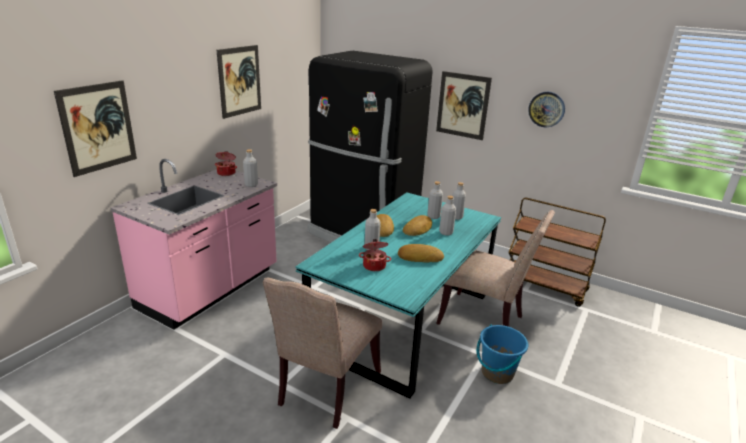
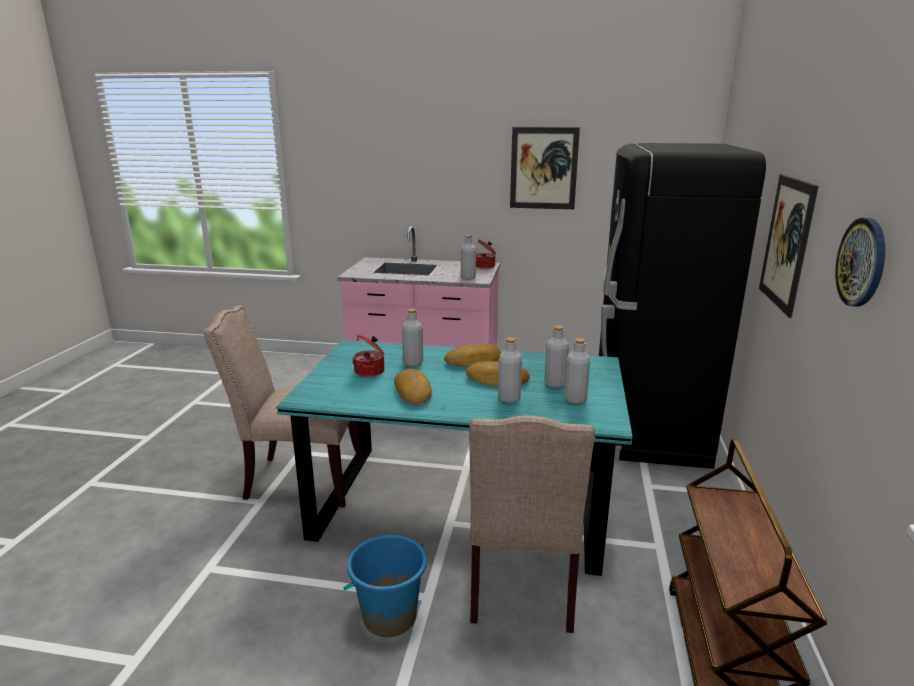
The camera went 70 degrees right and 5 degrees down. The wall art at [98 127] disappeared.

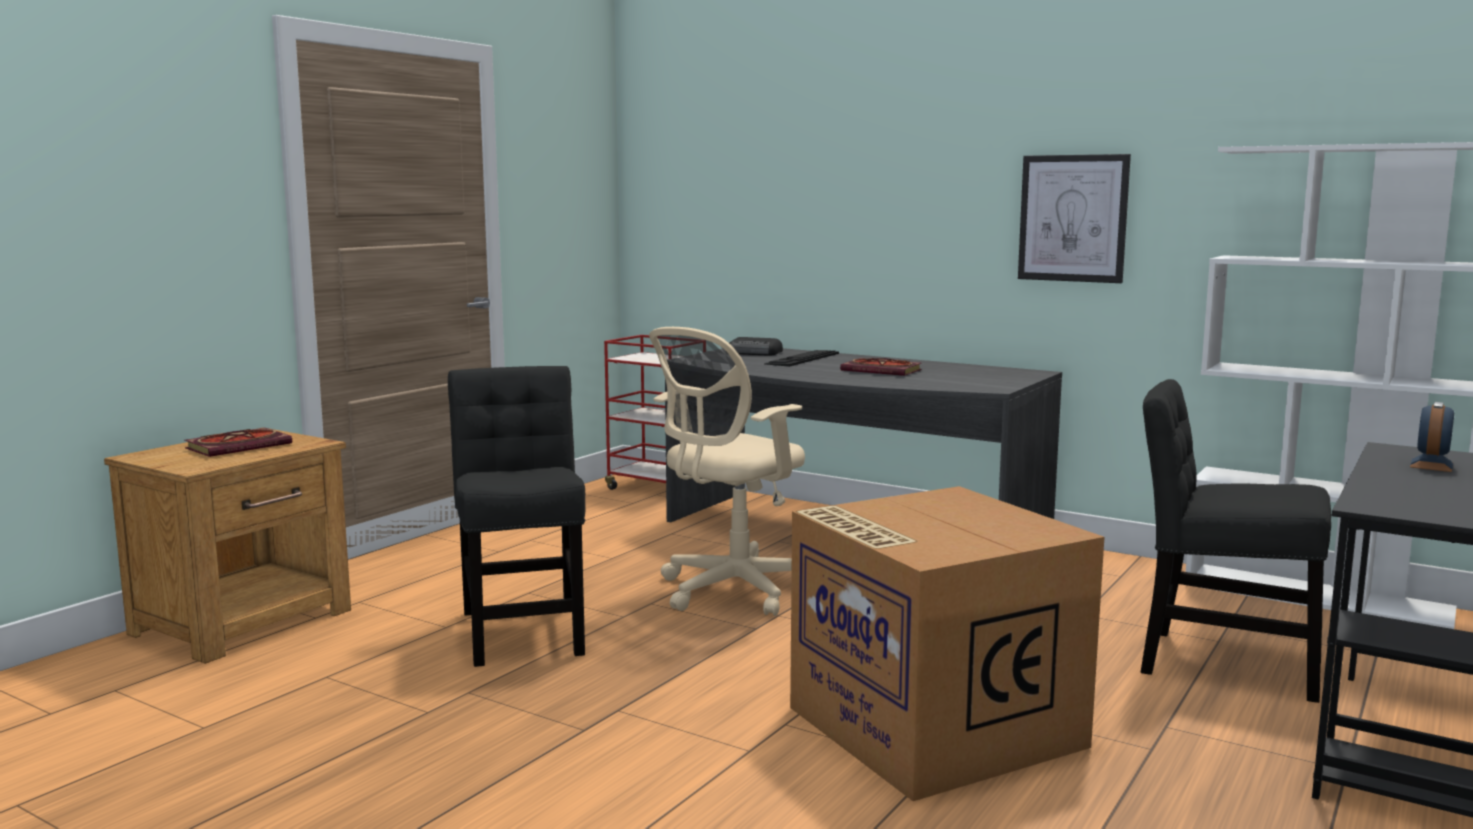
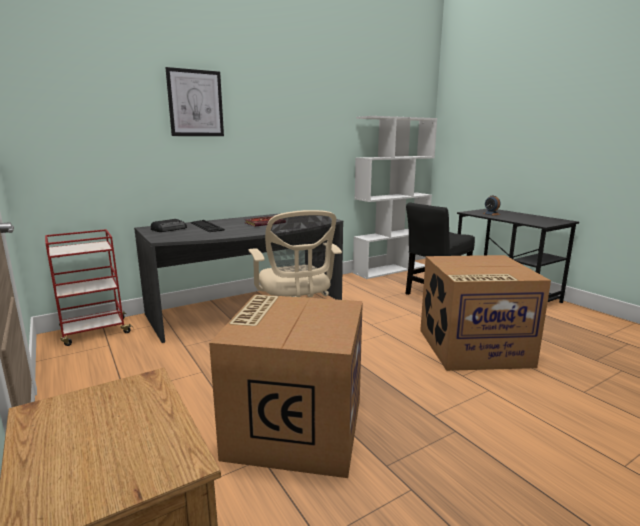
The camera went 65 degrees left and 5 degrees up. The wall art moved from [1073 218] to [195 103]. The black-coloured chair at [523 629] was replaced by the packing box at [295 425]. The volume at [240 446] disappeared.

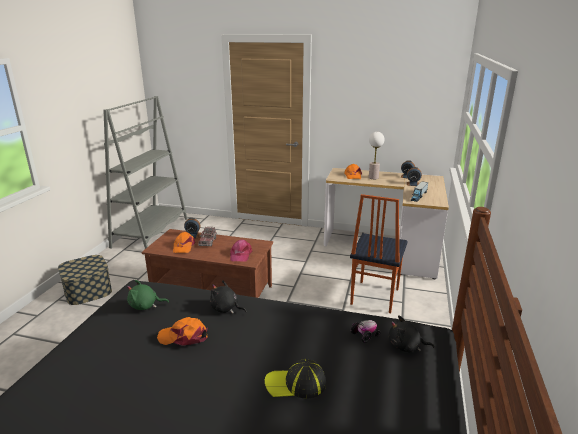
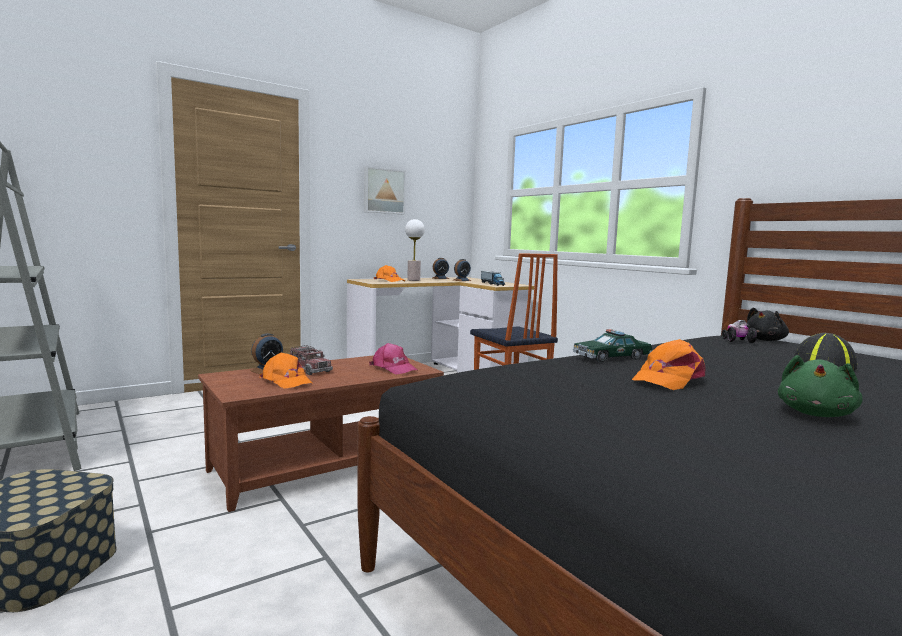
The camera went 50 degrees left and 15 degrees down. The wall art at [383 191] appeared. The black-coloured cuddly toy at [226 309] was replaced by the model car at [612 358]. The green cuddly toy moved from [145 306] to [816 414].

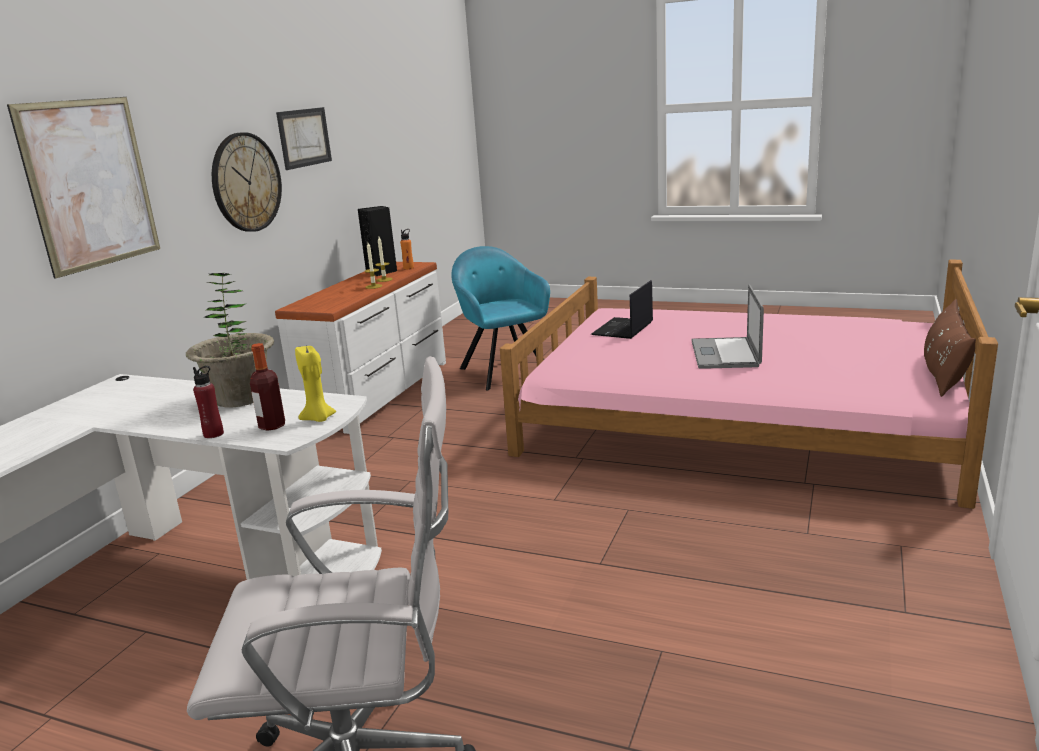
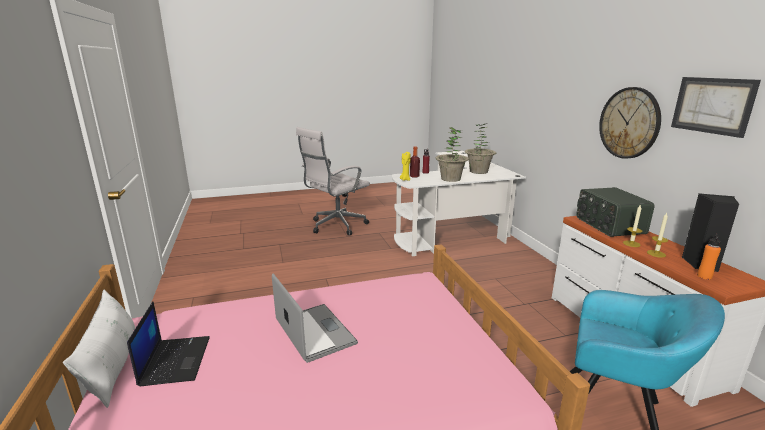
The camera went 140 degrees right and 0 degrees up. The brownish pillow at [943 373] became the whitish pillow at [113 364]. The notebook computer moved from [623 329] to [175 360]. The houseplant at [478 171] appeared. The radio at [608 225] appeared. The wall art at [90 184] disappeared.

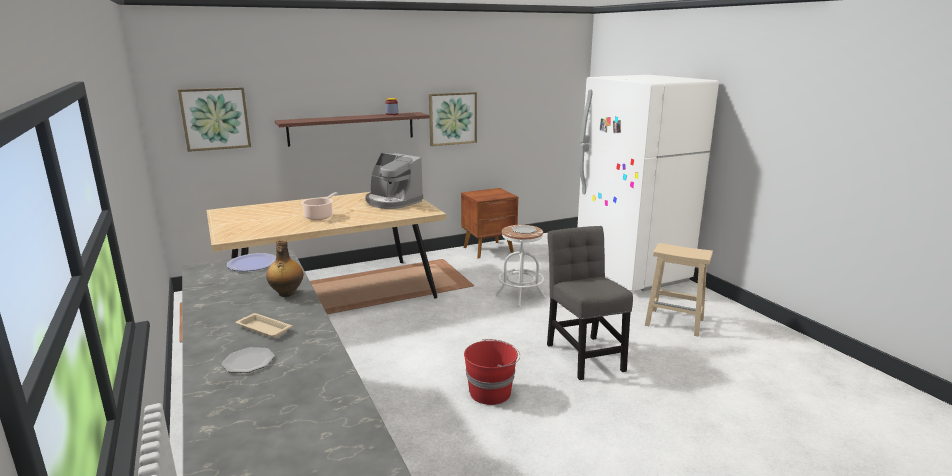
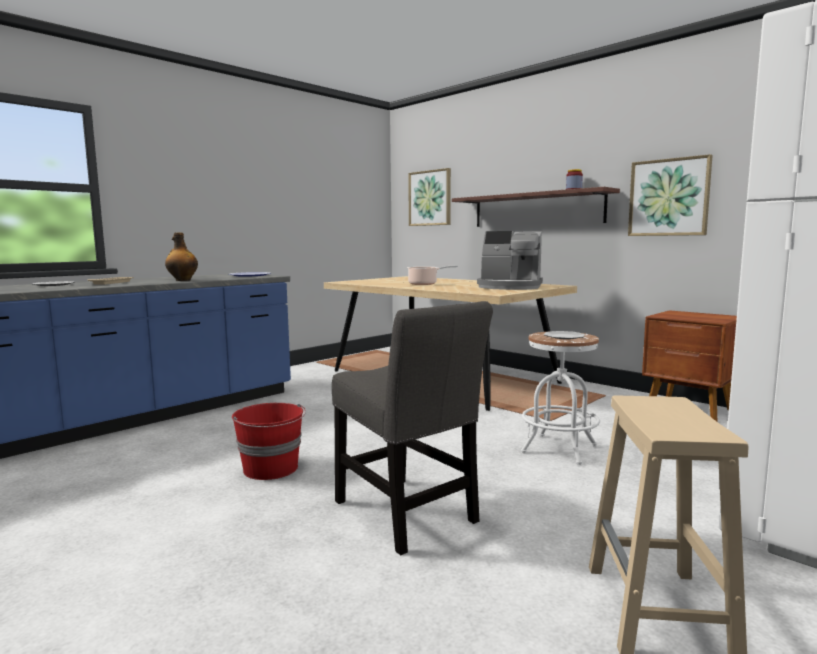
The camera went 70 degrees right and 10 degrees down. The grey chair at [583 355] turned 90 degrees clockwise. The coffee brewer at [392 202] turned 90 degrees counterclockwise.

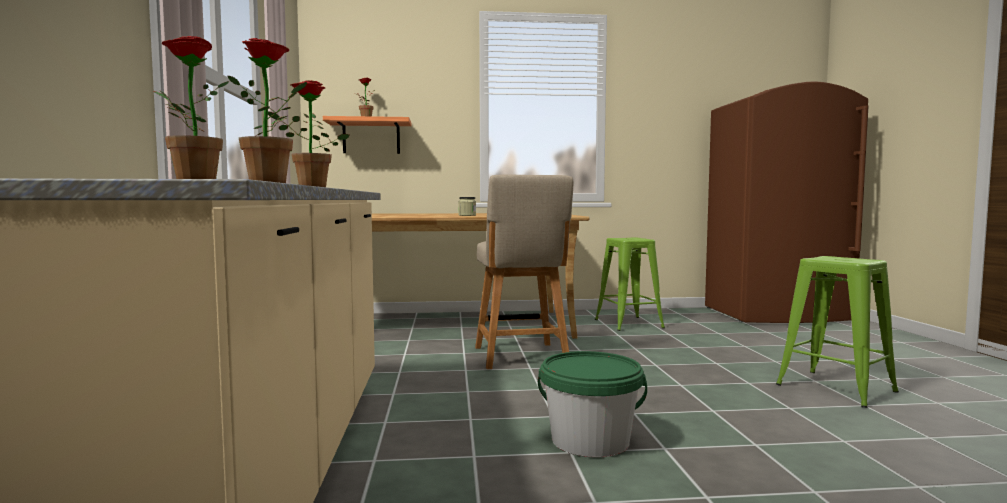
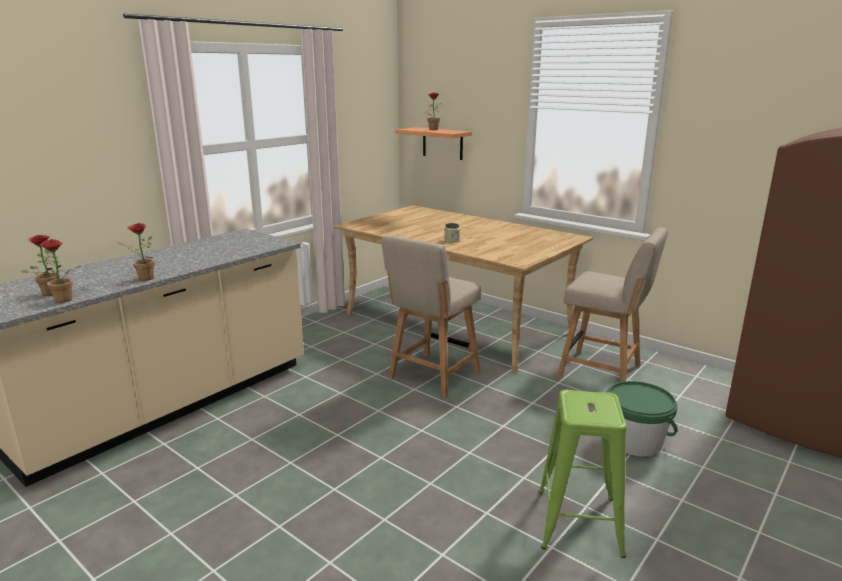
The camera went 45 degrees right and 15 degrees up. The green stool seat at [628 323] was replaced by the beige-coloured chair at [604 372]. The green water bucket moved from [590 441] to [635 442].

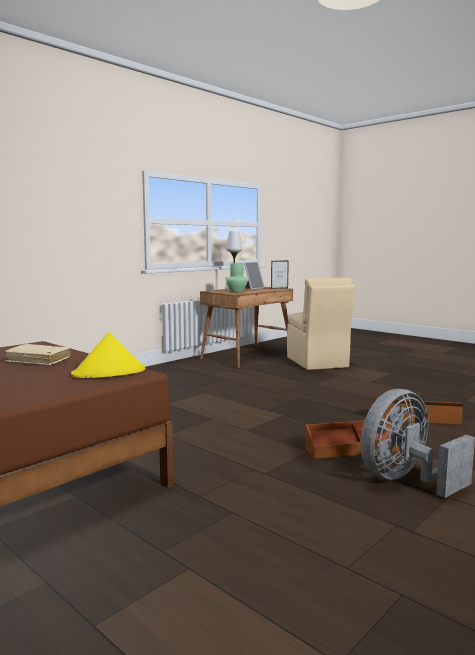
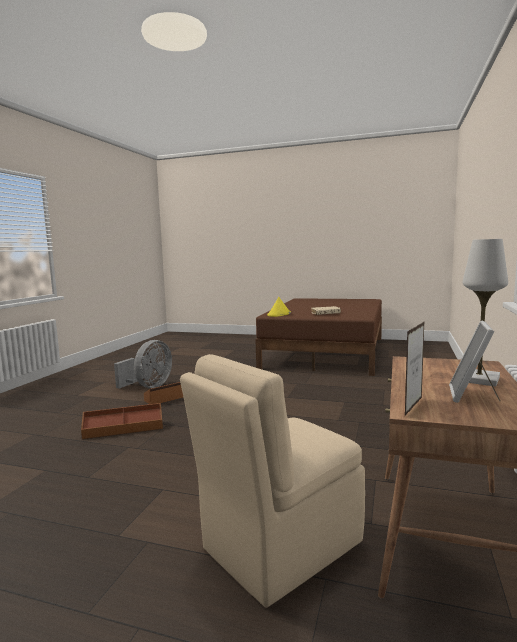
The camera went 155 degrees right and 0 degrees up. The beige-coloured chair at [317 363] turned 90 degrees counterclockwise. The green decorative vase at [236 291] disappeared.

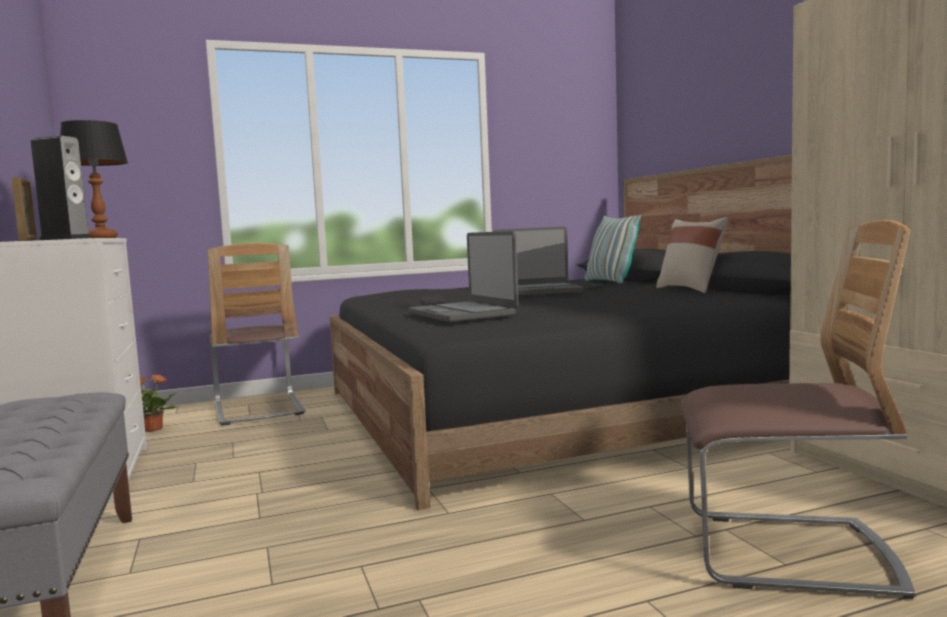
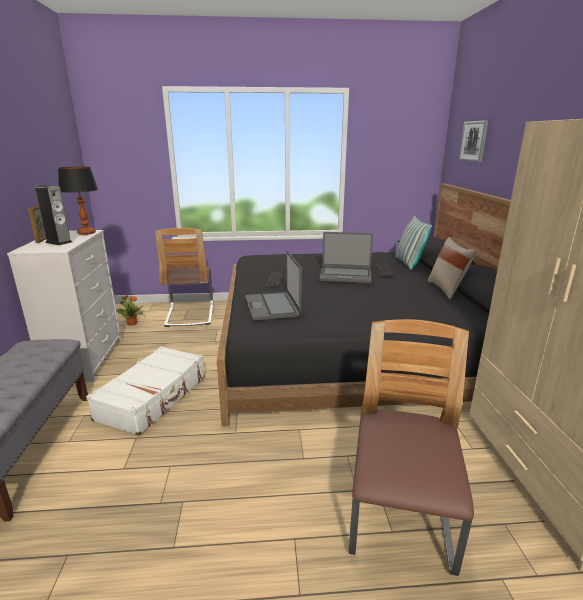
The camera went 15 degrees right and 15 degrees up. The whitish suitcase at [154 397] appeared. The chair at [787 553] turned 105 degrees counterclockwise. The wall art at [474 141] appeared.

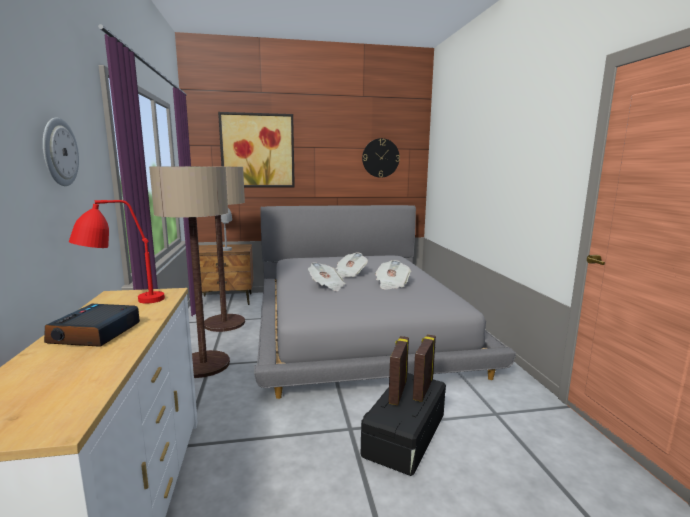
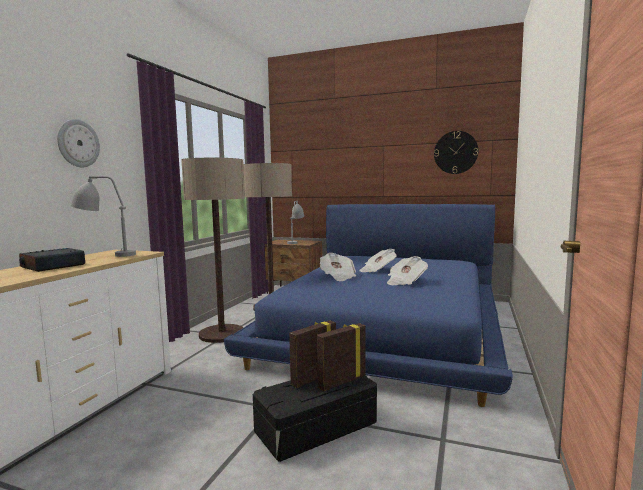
The camera went 30 degrees right and 5 degrees down. The red-coloured tabletop lamp at [121 303] became the grey tabletop lamp at [104 255]. The grey sleeping bed at [357 326] became the blue sleeping bed at [386 328]. The wall art at [257 151] disappeared.

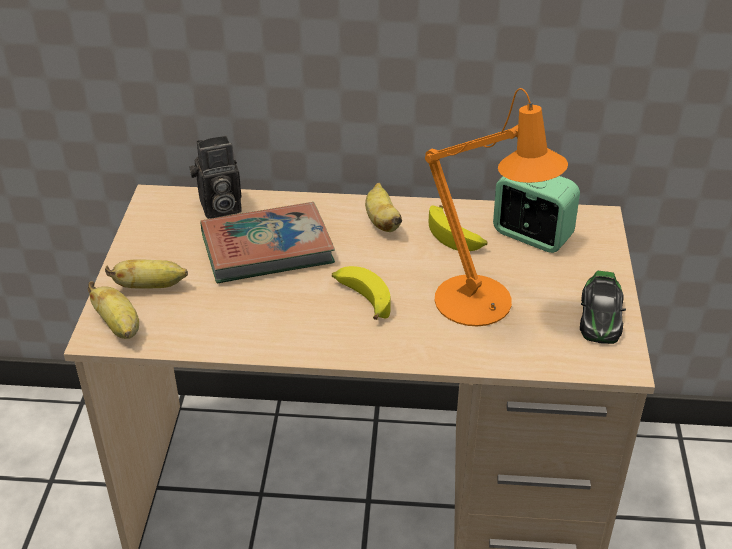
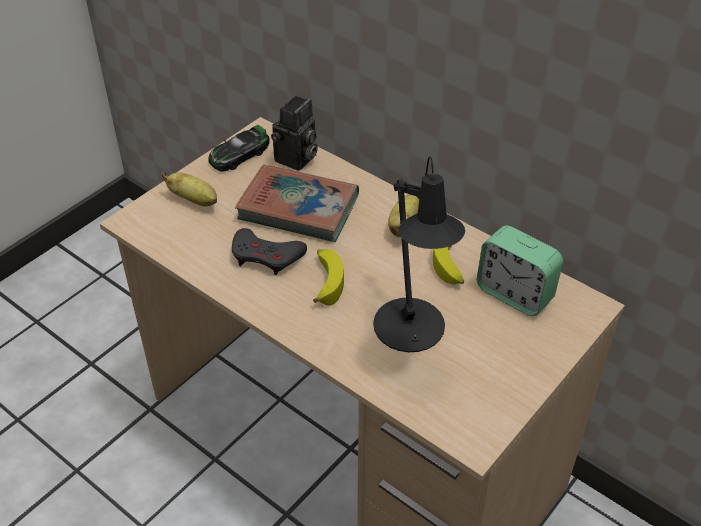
The camera went 35 degrees right and 5 degrees up. The model car moved from [600 315] to [239 154]. The grey joypad at [266 256] appeared. The still camera at [218 208] turned 75 degrees counterclockwise. The orange tabletop lamp at [482 306] became the black-coloured tabletop lamp at [411 333]. The alarm clock at [531 235] turned 150 degrees clockwise. The banana at [119 326] disappeared.

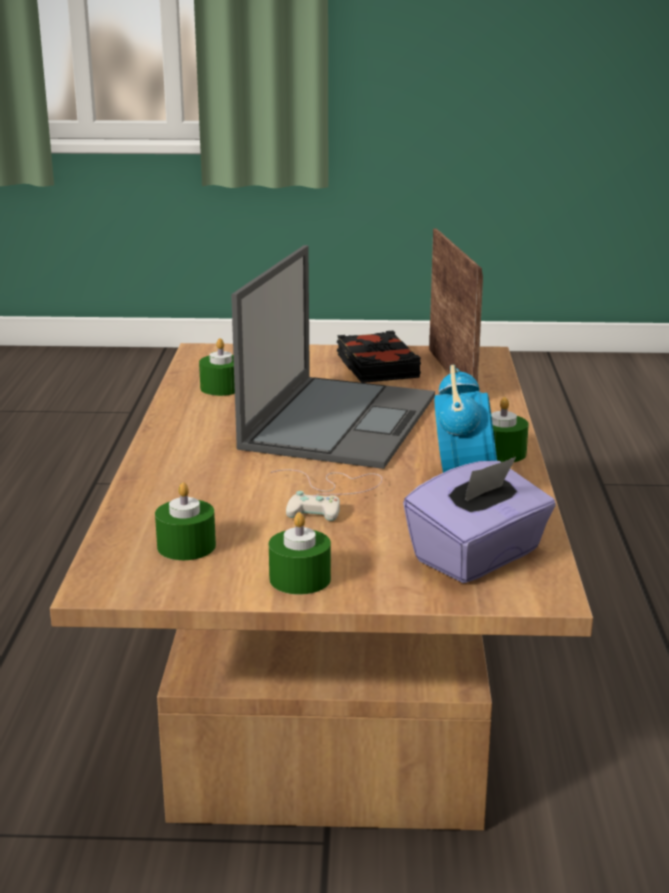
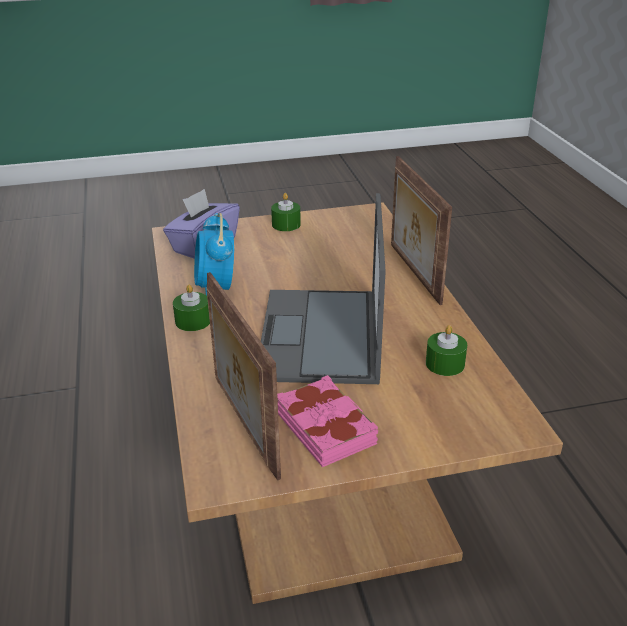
The camera went 165 degrees right and 10 degrees up. The black-coloured volume at [376 366] became the pink-coloured volume at [326 427]. The photo frame at [412 273] appeared. The green wax light at [186 546] disappeared. The whitish joypad at [330 495] disappeared.

